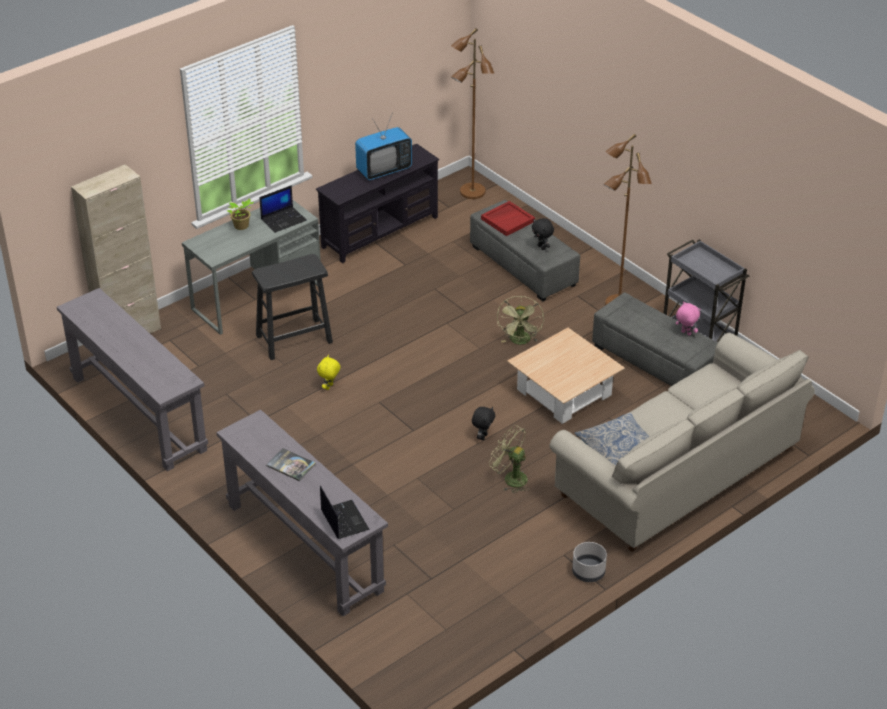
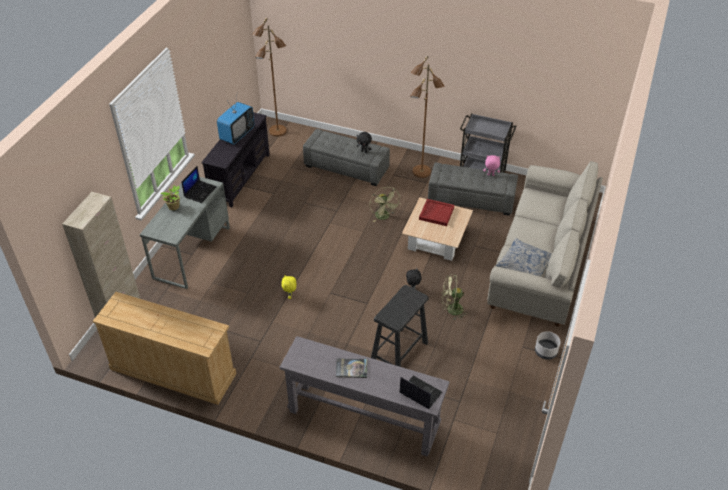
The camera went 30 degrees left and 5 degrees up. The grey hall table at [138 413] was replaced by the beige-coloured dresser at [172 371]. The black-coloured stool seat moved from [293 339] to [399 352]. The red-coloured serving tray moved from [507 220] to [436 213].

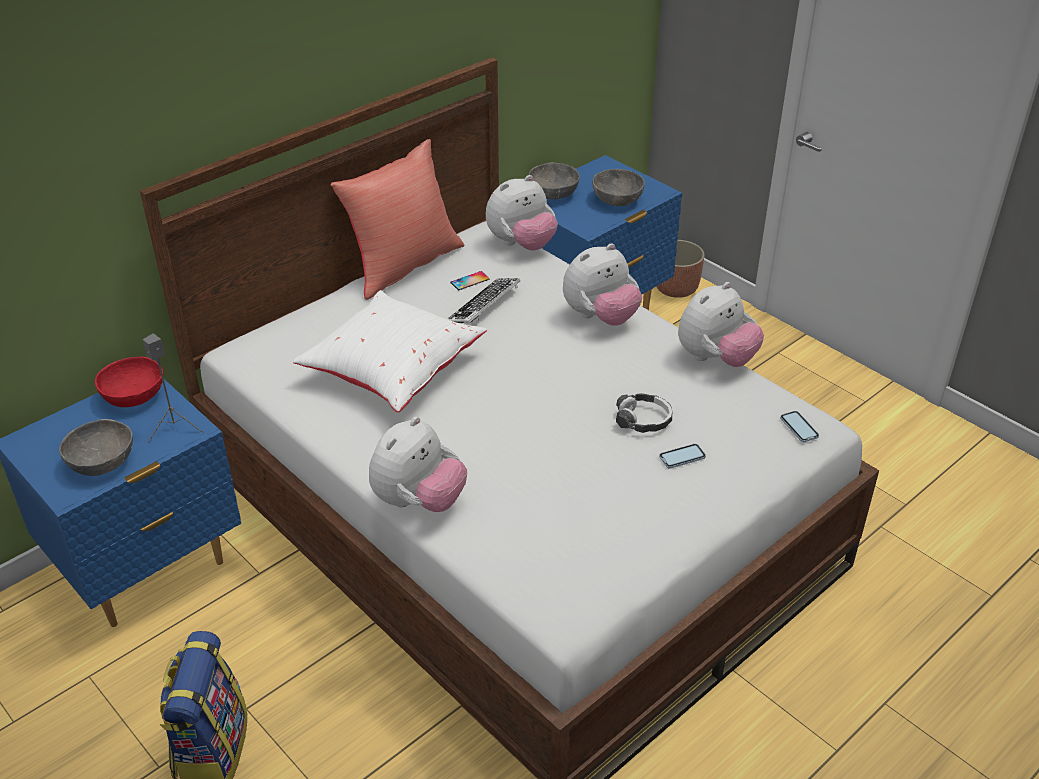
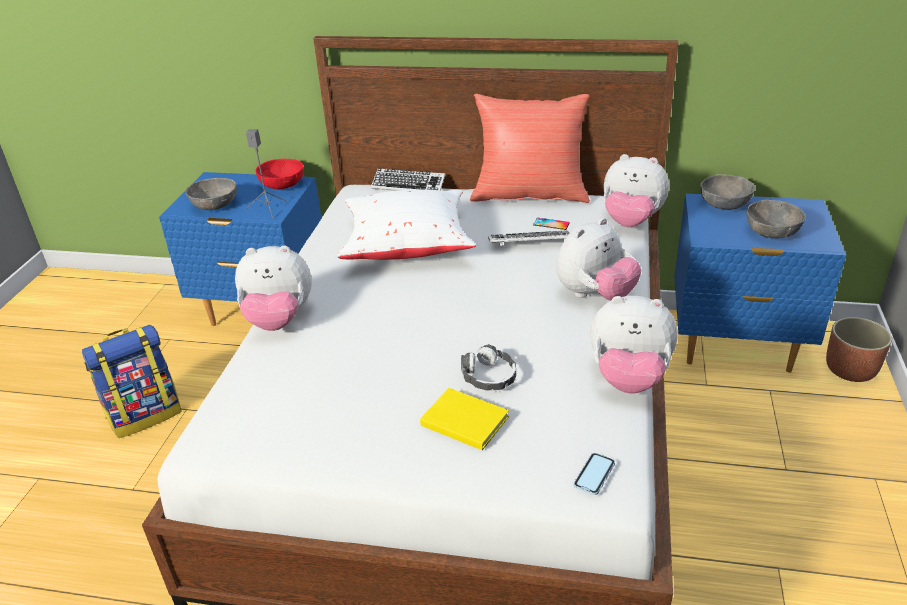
The camera went 55 degrees right and 5 degrees down. The keyboard at [408 185] appeared. The handset at [682 457] was replaced by the yellow-coloured volume at [463 419]. The cuddly toy at [600 317] turned 60 degrees counterclockwise.

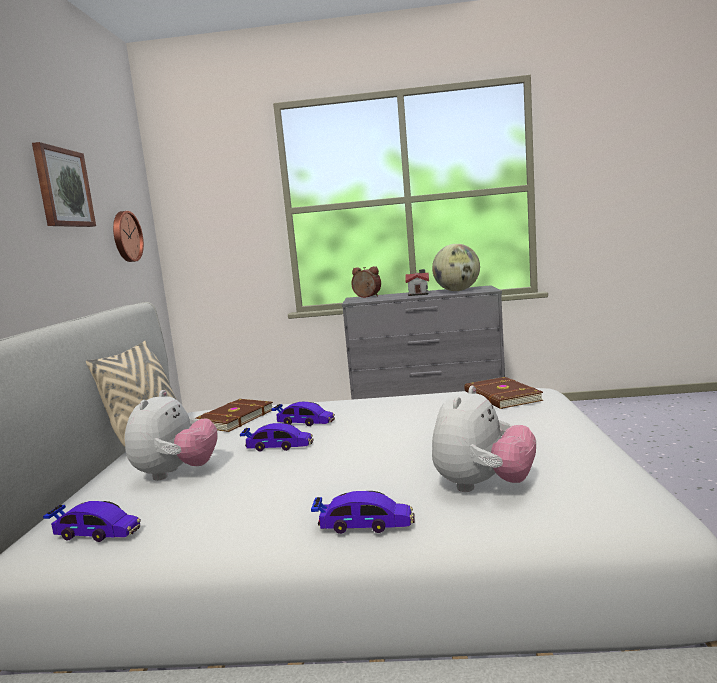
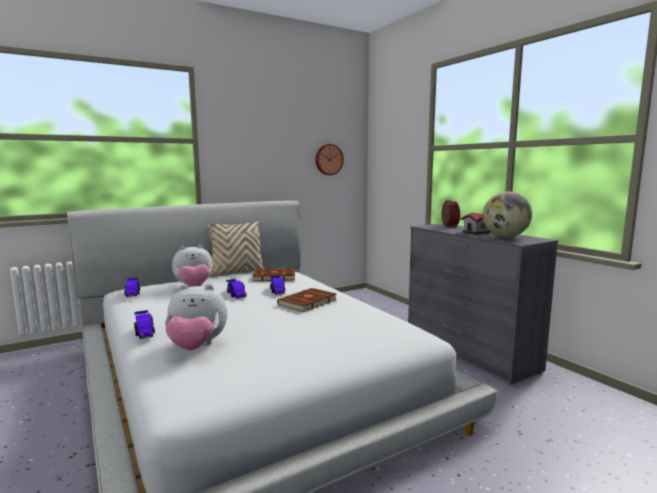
The camera went 55 degrees right and 0 degrees up. The brownish volume moved from [501 396] to [306 302]. The wall art at [63 188] disappeared.

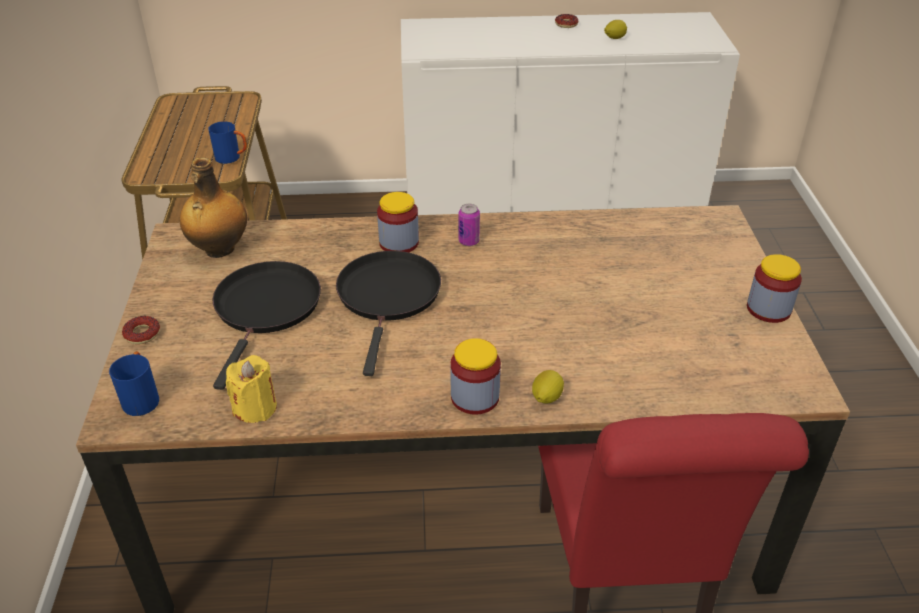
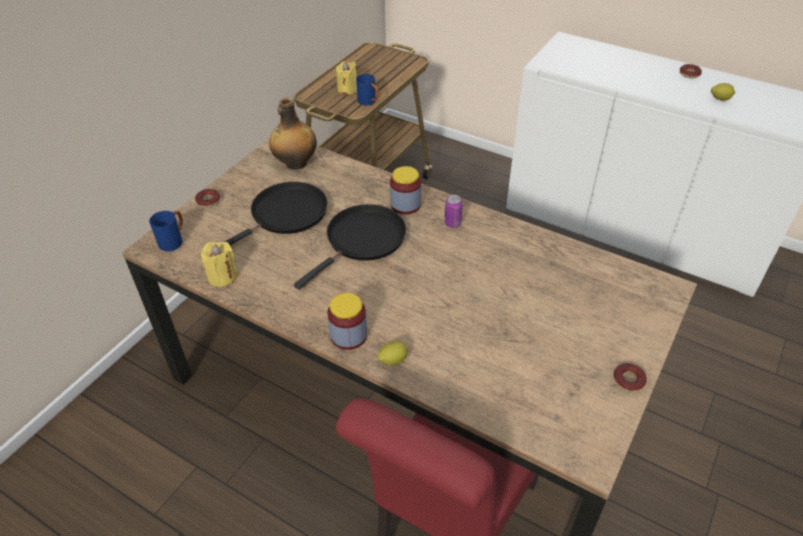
The camera went 35 degrees right and 5 degrees up. The yellow-coloured wax light at [347 89] appeared. The jar at [768 309] was replaced by the donut at [628 380].

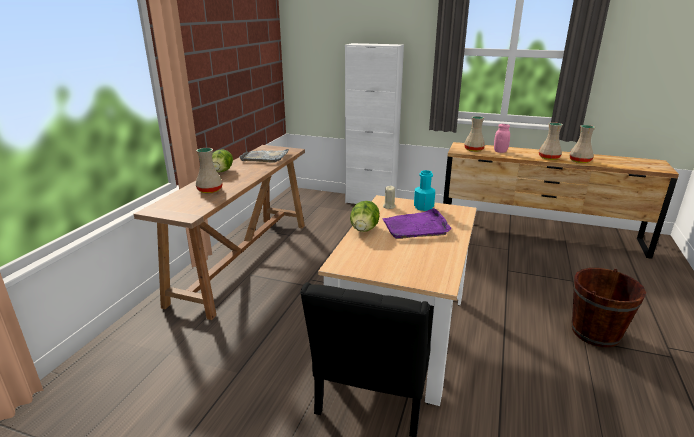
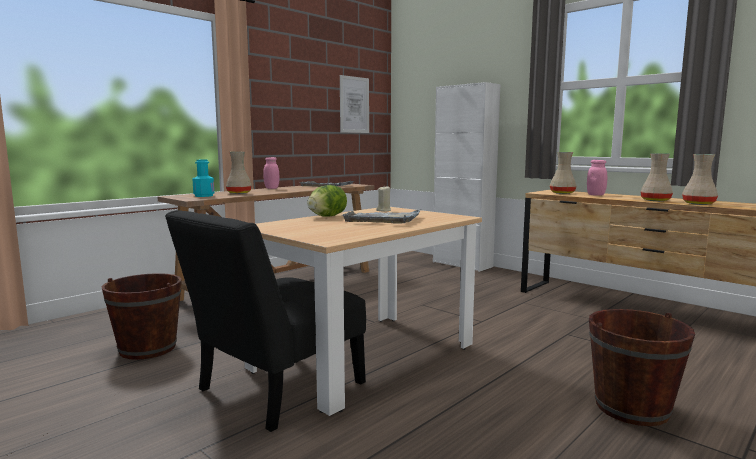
The camera went 25 degrees right and 15 degrees down. The brownish water bucket at [148 348] appeared. The turquoise-coloured bottle moved from [423 207] to [204 196]. The lettuce at [221 171] was replaced by the pink-coloured jar at [271 188]. The wall art at [354 105] appeared. The purple serving tray at [416 227] became the grey serving tray at [383 219].

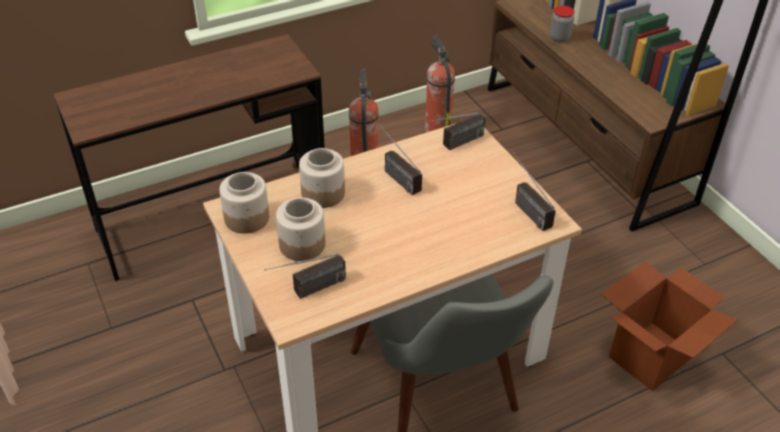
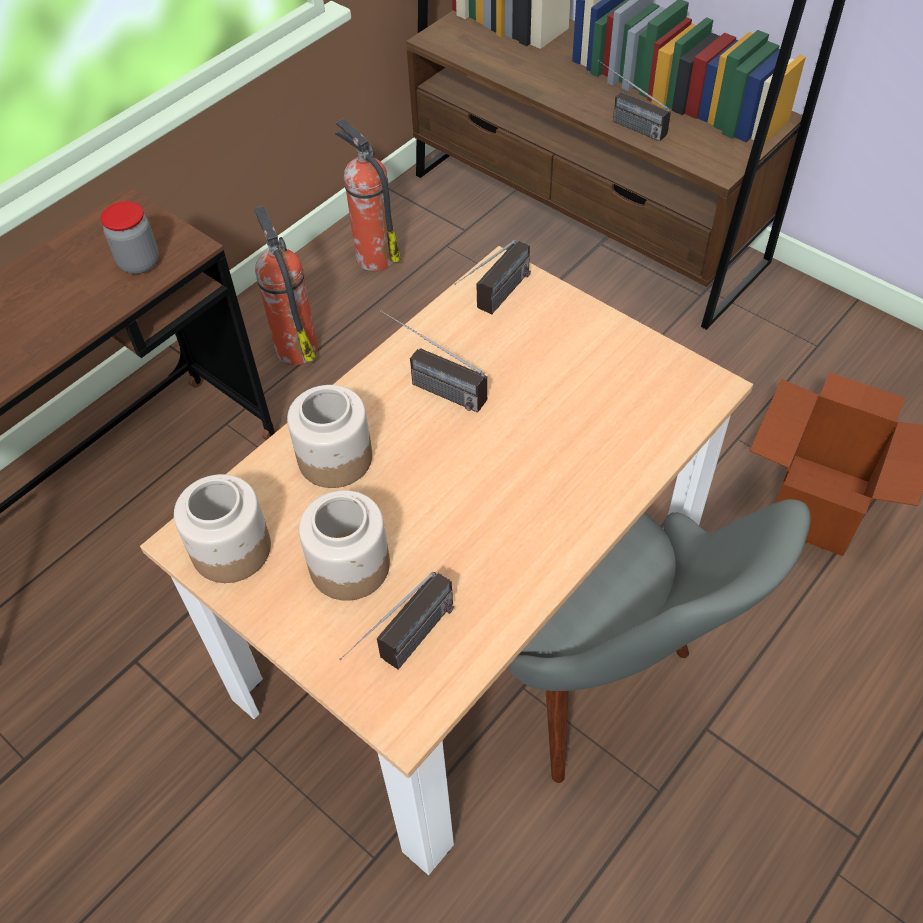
The camera went 20 degrees left and 10 degrees up. The jar moved from [559 38] to [139 263]. The radio moved from [524 207] to [625 123].

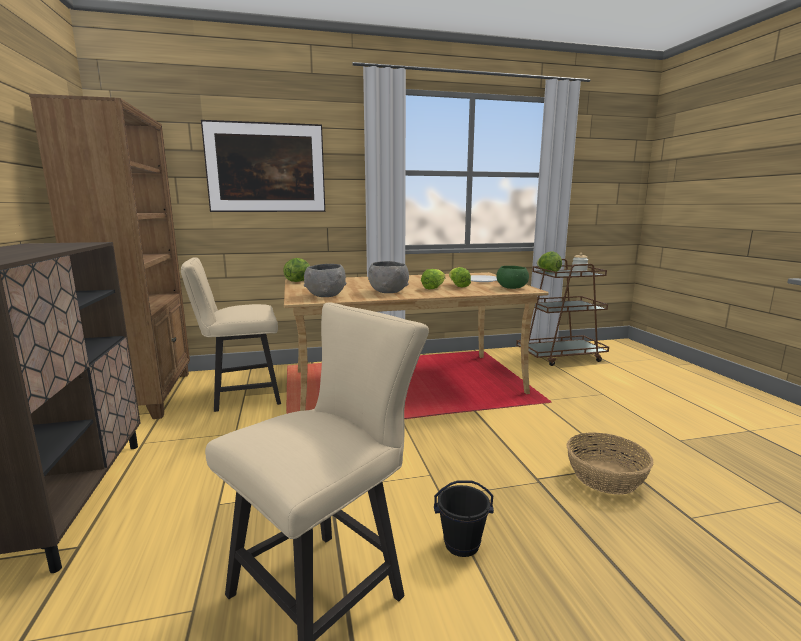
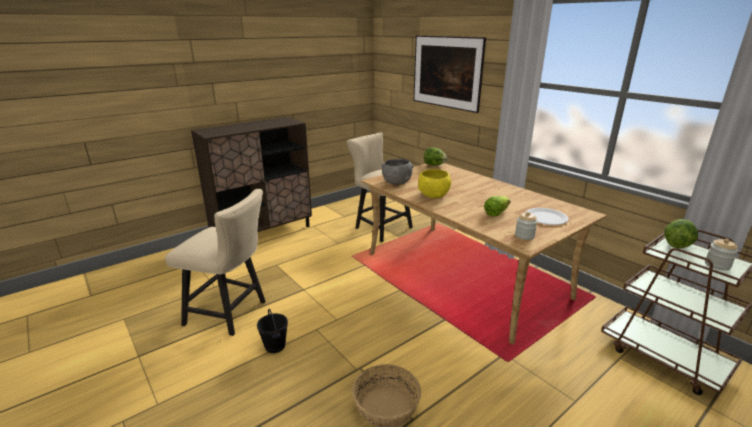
The camera went 65 degrees right and 10 degrees up. The grey deep dish at [388 292] became the yellow-coloured deep dish at [433 195]. The green deep dish at [512 287] was replaced by the jar at [524 235]. The brownish shelving unit at [148 395] disappeared. The lettuce at [433 288] disappeared.

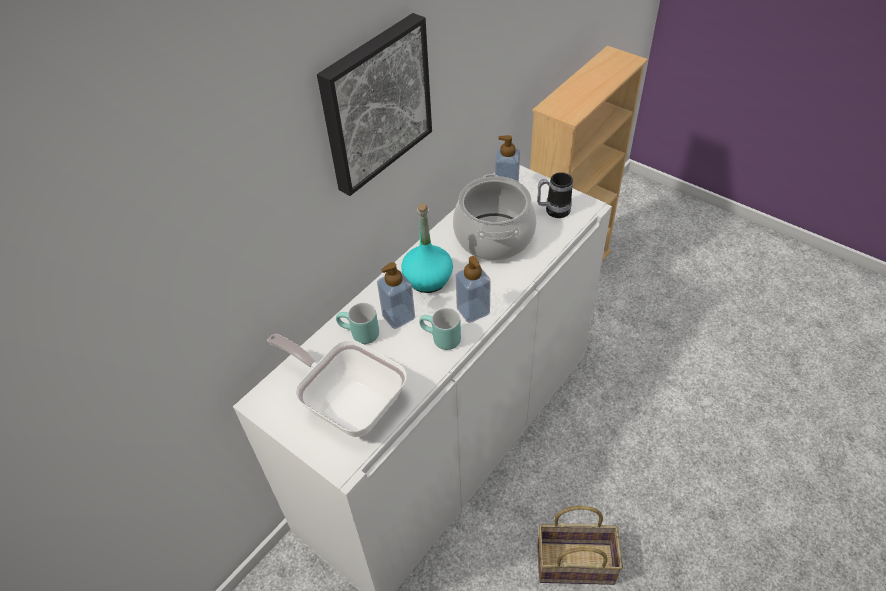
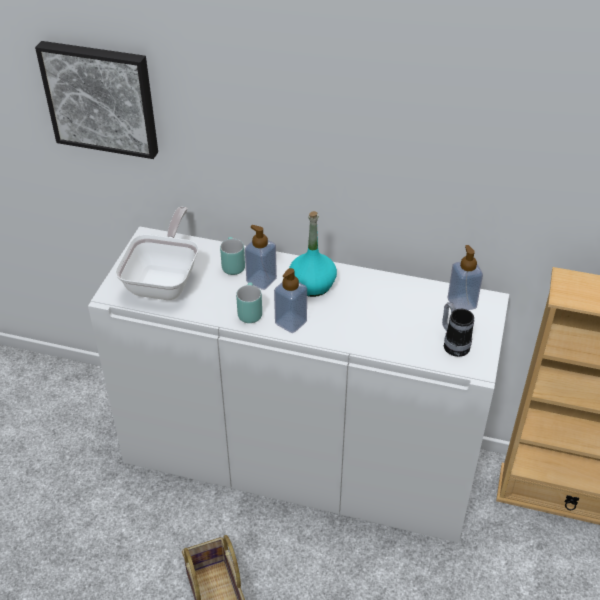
The camera went 65 degrees right and 5 degrees down. The wall art moved from [374 103] to [101 98]. The saucepot at [493 237] disappeared.

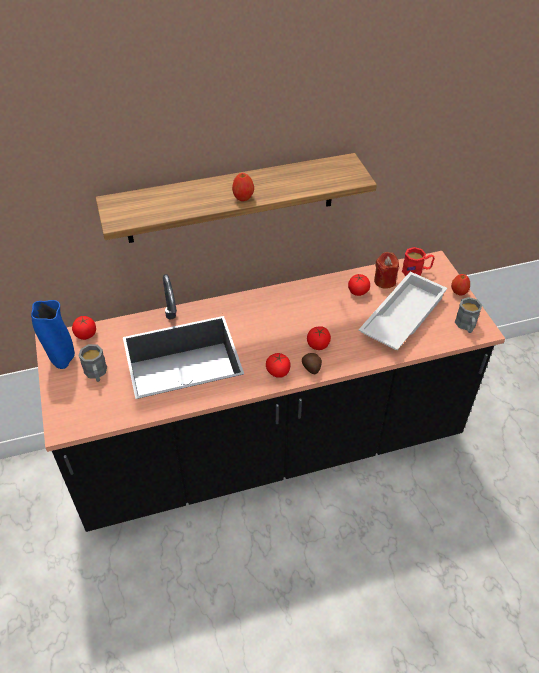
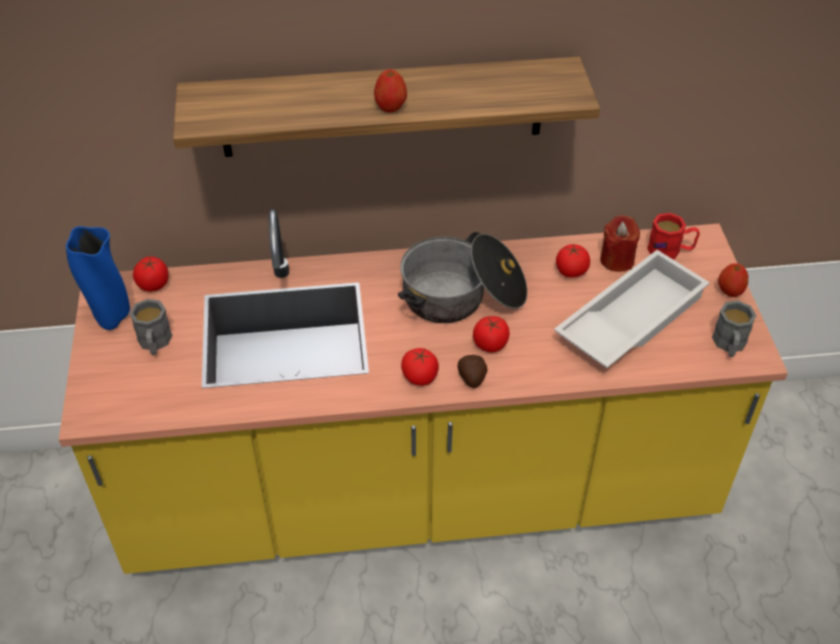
The camera went 10 degrees right and 0 degrees up. The black-coloured kitchen base unit at [269 448] became the yellow-coloured kitchen base unit at [420 493]. The saucepot at [462 296] appeared.

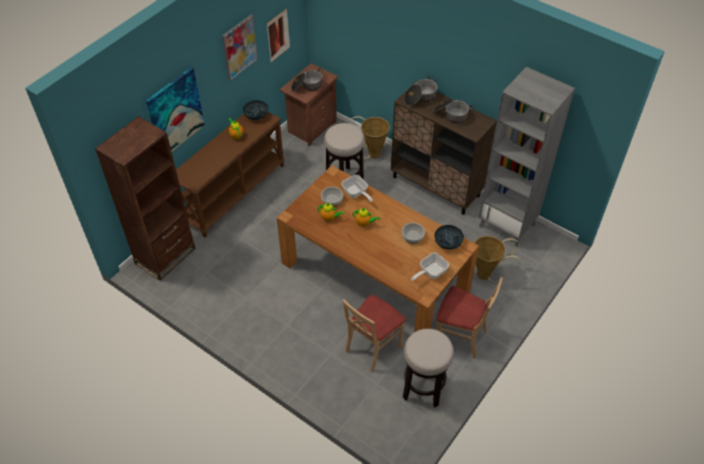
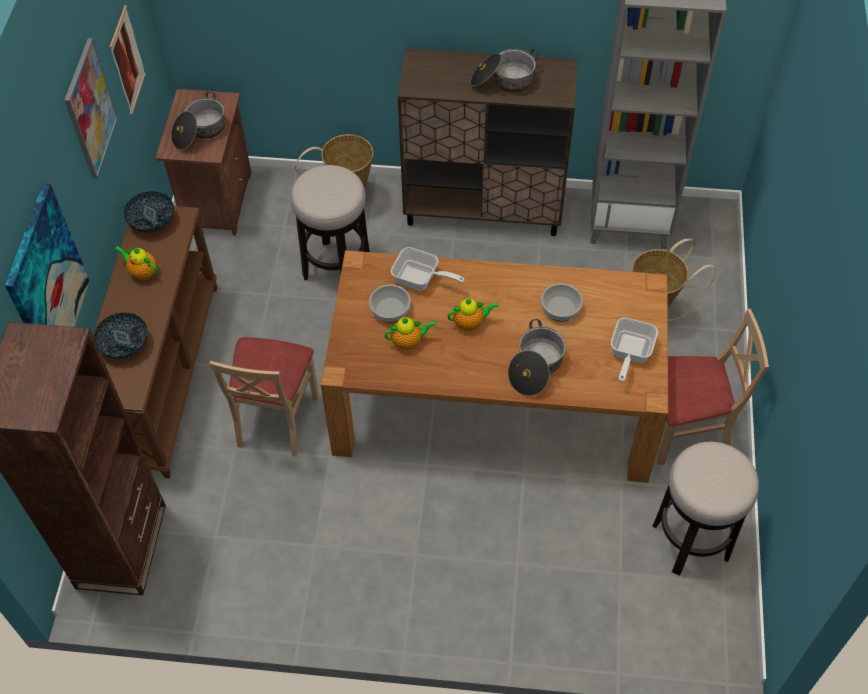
The camera went 30 degrees left and 5 degrees up. The deep dish moved from [448 242] to [124 345]. The beige-coloured chair moved from [372 347] to [276 420]. The saucepot moved from [420 97] to [535 367].

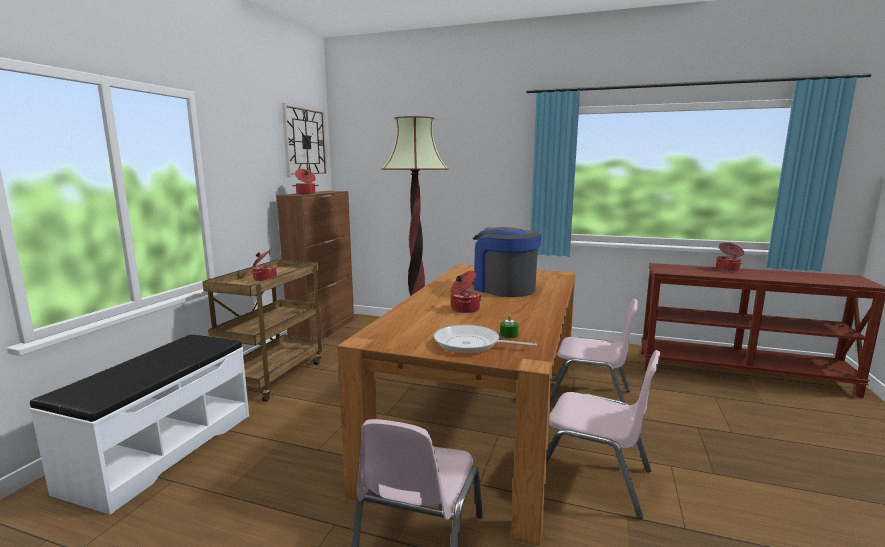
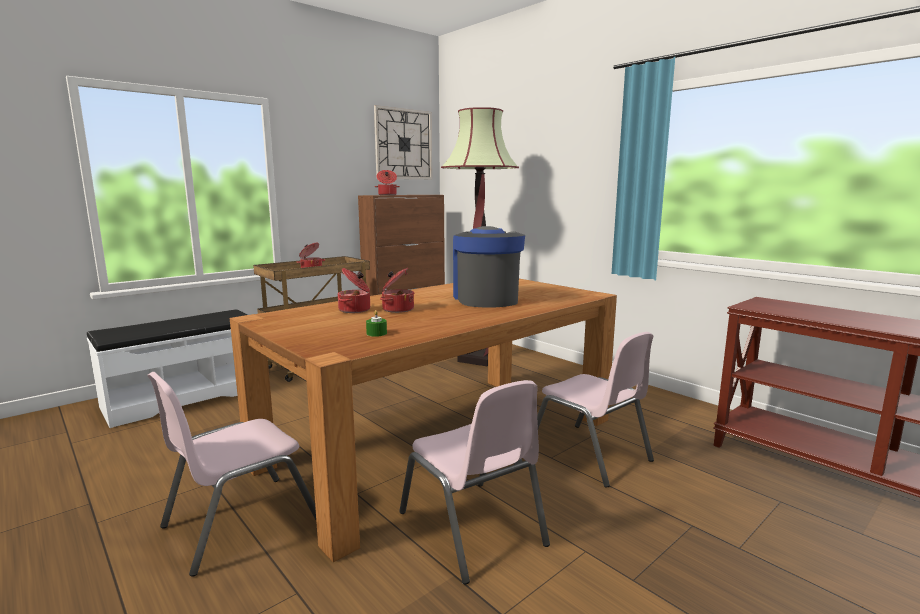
The camera went 30 degrees right and 0 degrees up. The saucepot moved from [727 269] to [355 310]. The skillet at [471 344] disappeared.

